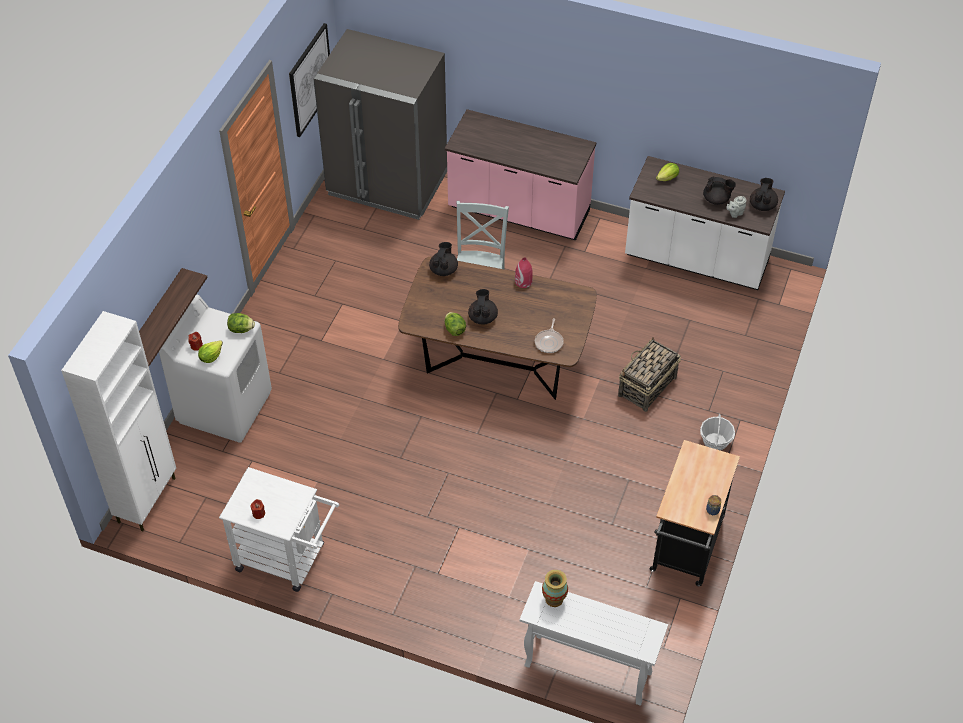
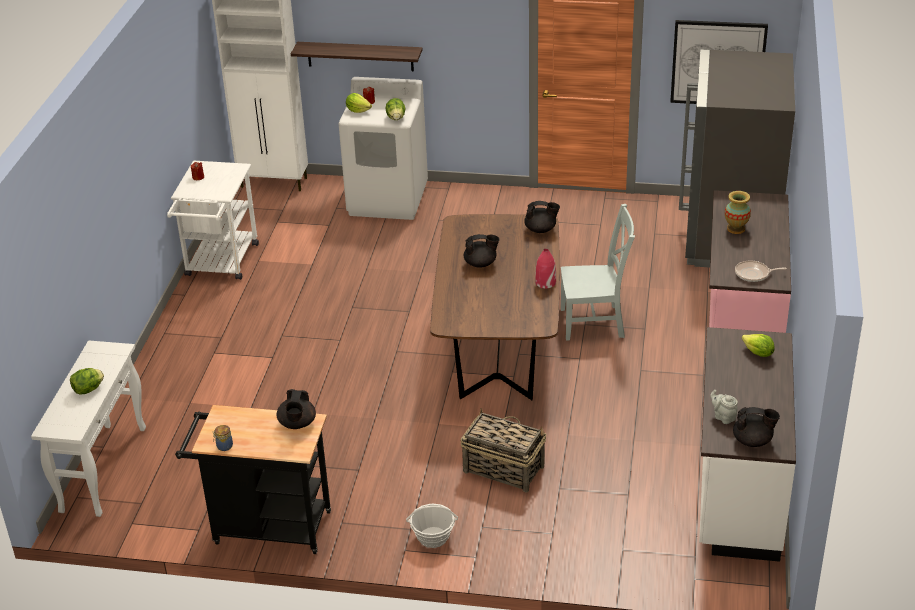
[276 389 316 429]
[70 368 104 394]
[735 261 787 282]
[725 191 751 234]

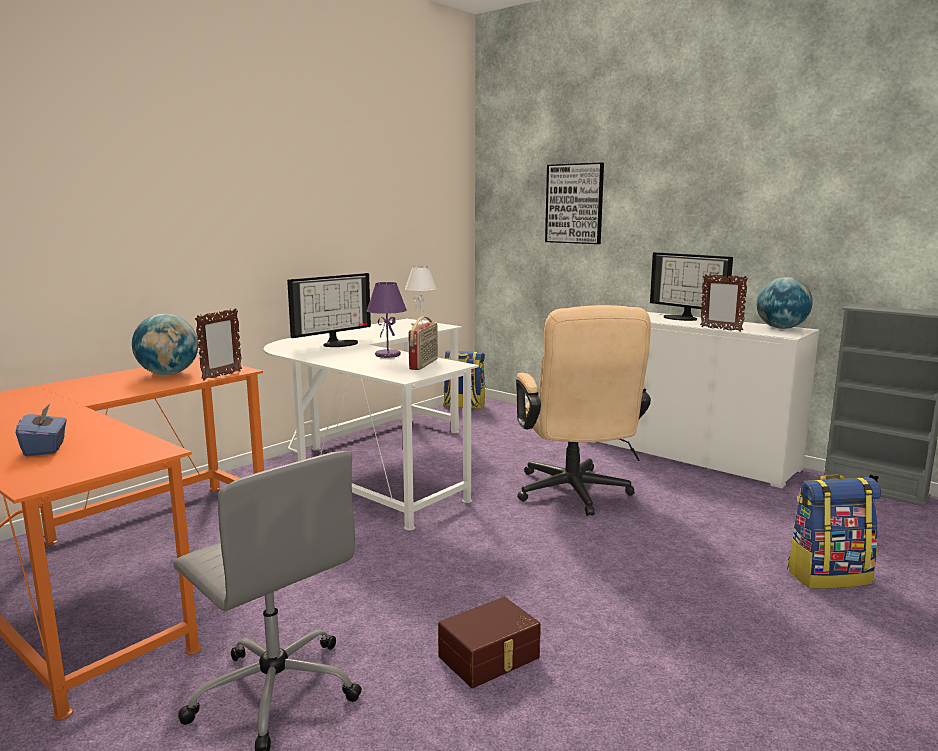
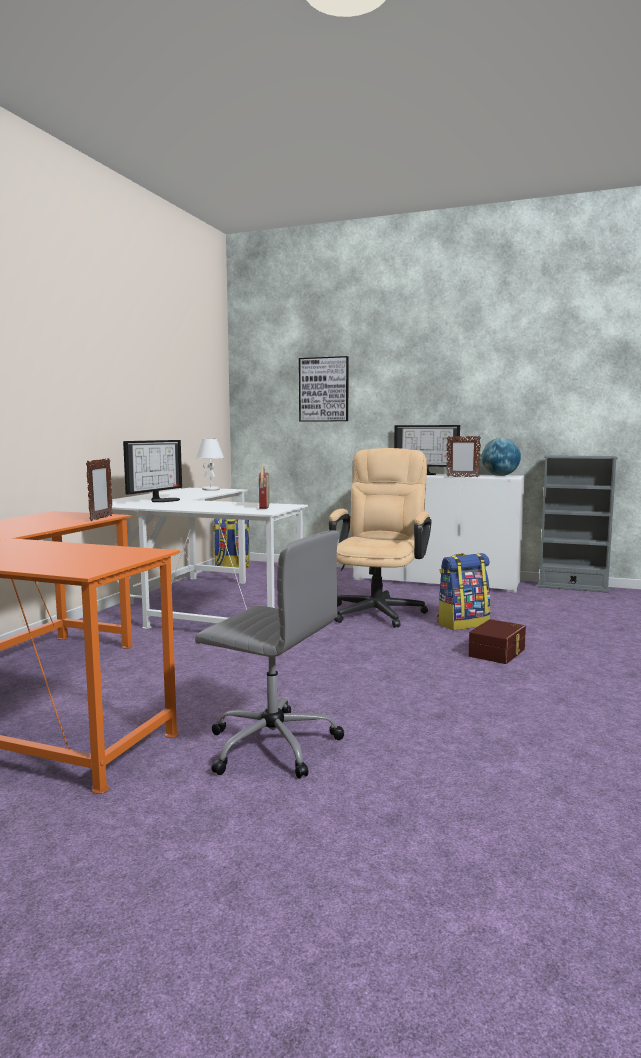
[366 282 407 358] (first image)
[329 448 431 628]
[132 314 198 375] (first image)
[16 404 67 456] (first image)
[437 553 491 630]
[468 619 526 664]

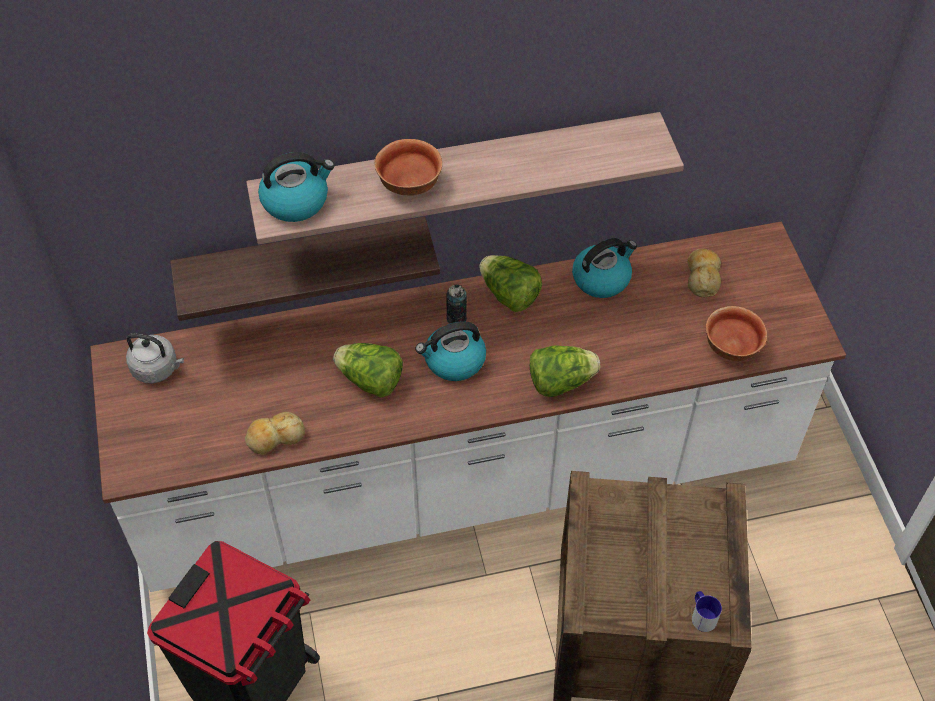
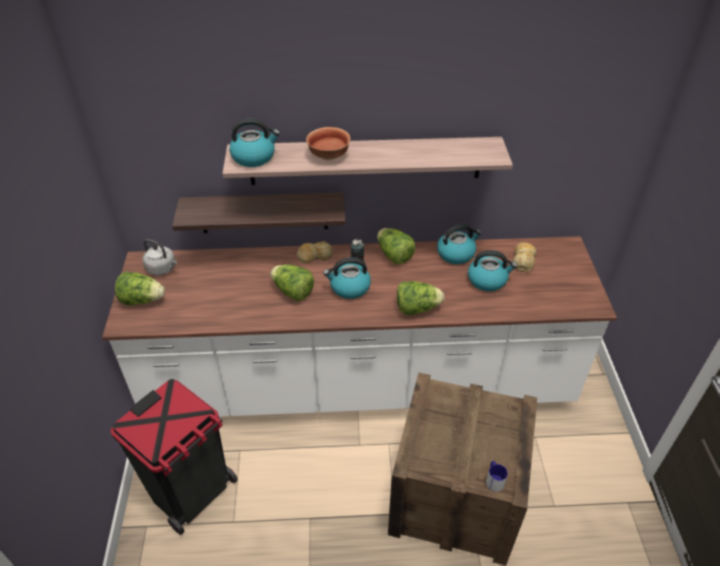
[706 306 767 361] (first image)
[297 241 333 263]
[468 250 517 291]
[115 272 165 305]

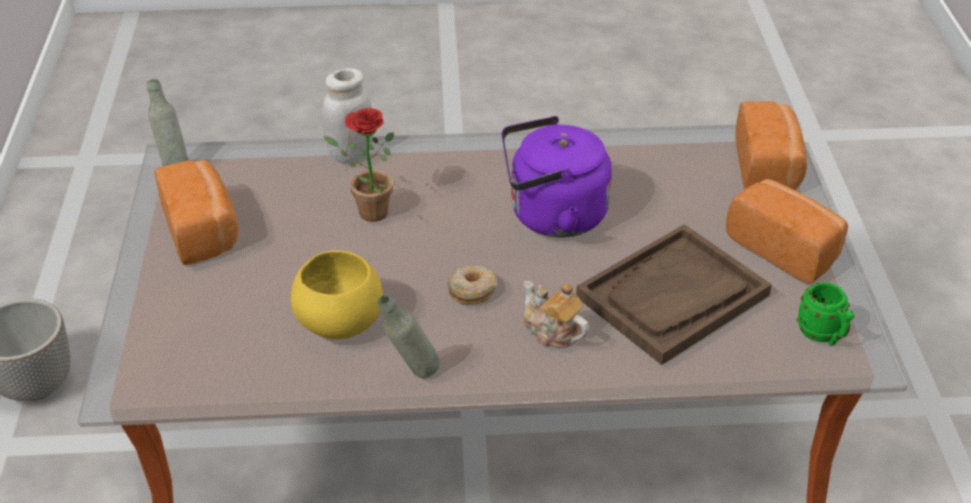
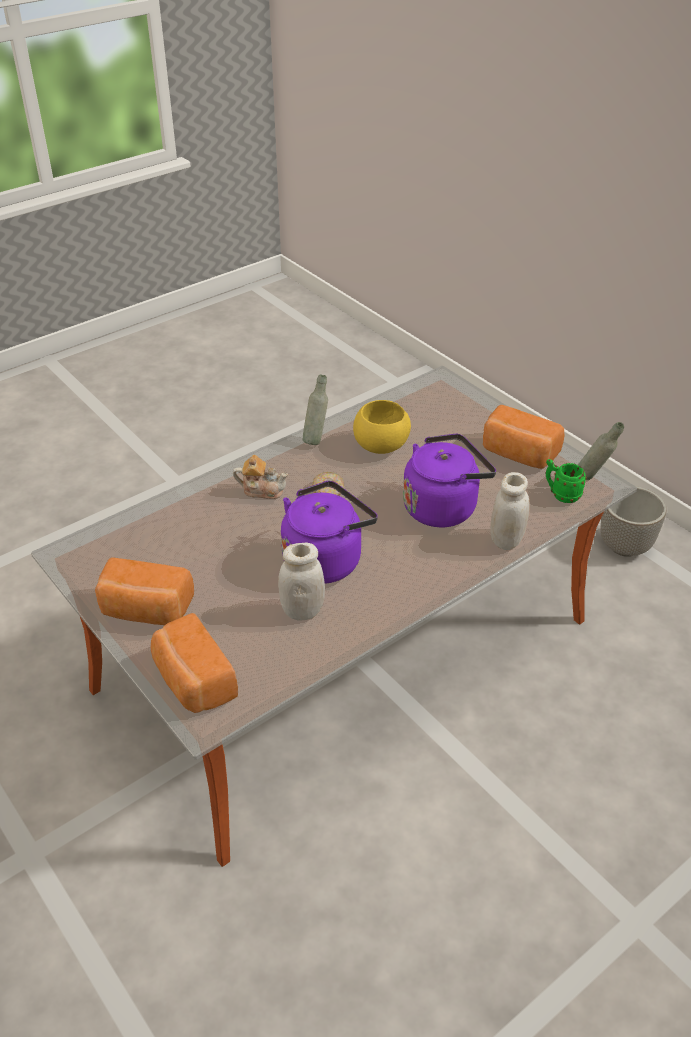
[403 434 496 527]
[576 224 772 365] (first image)
[546 459 587 503]
[278 543 325 621]

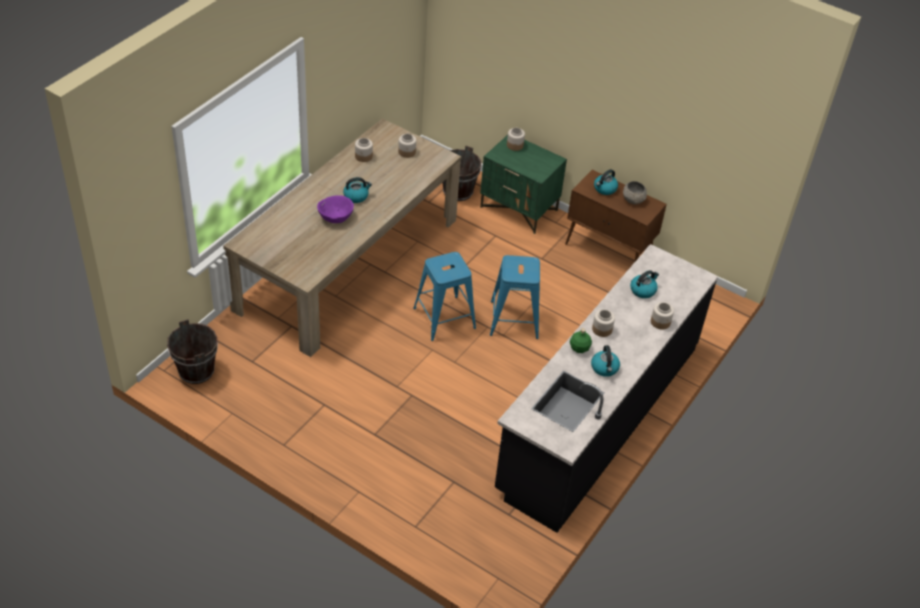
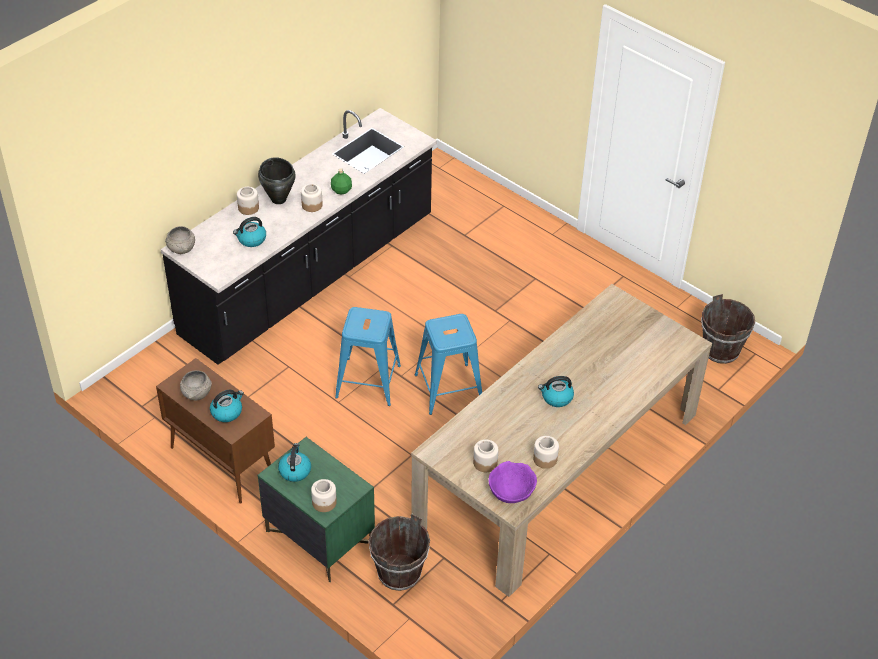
[489 461 537 503]
[278 443 311 482]
[258 157 296 204]
[165 226 195 254]

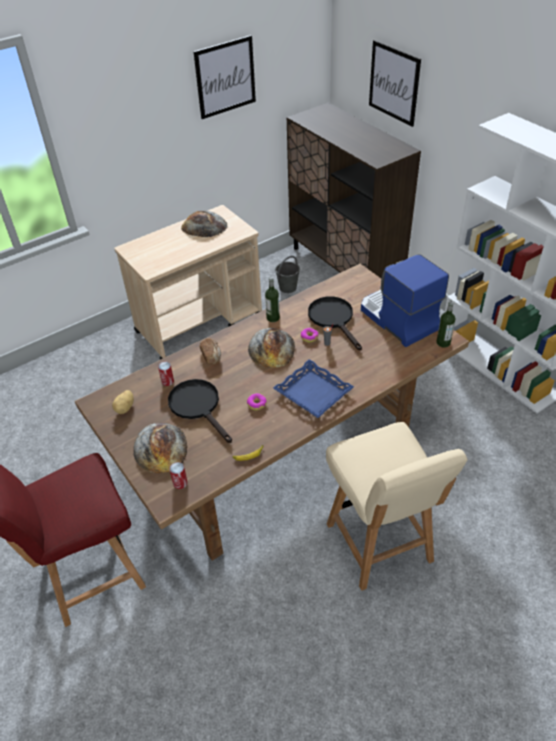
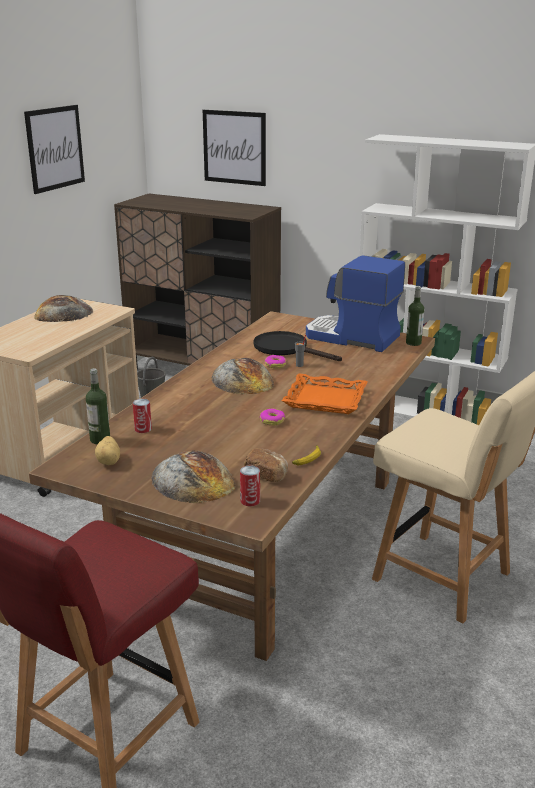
[86 368 110 444]
[244 448 288 482]
[282 373 368 414]
[168 379 232 443] (first image)

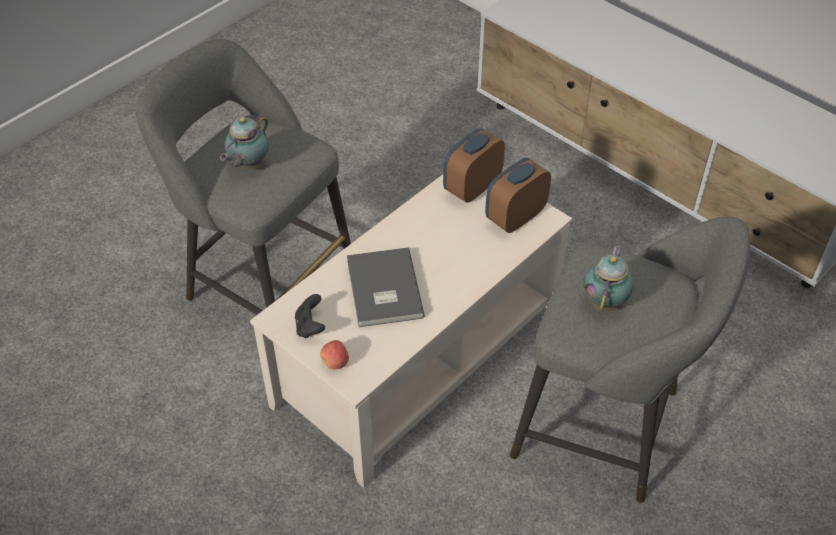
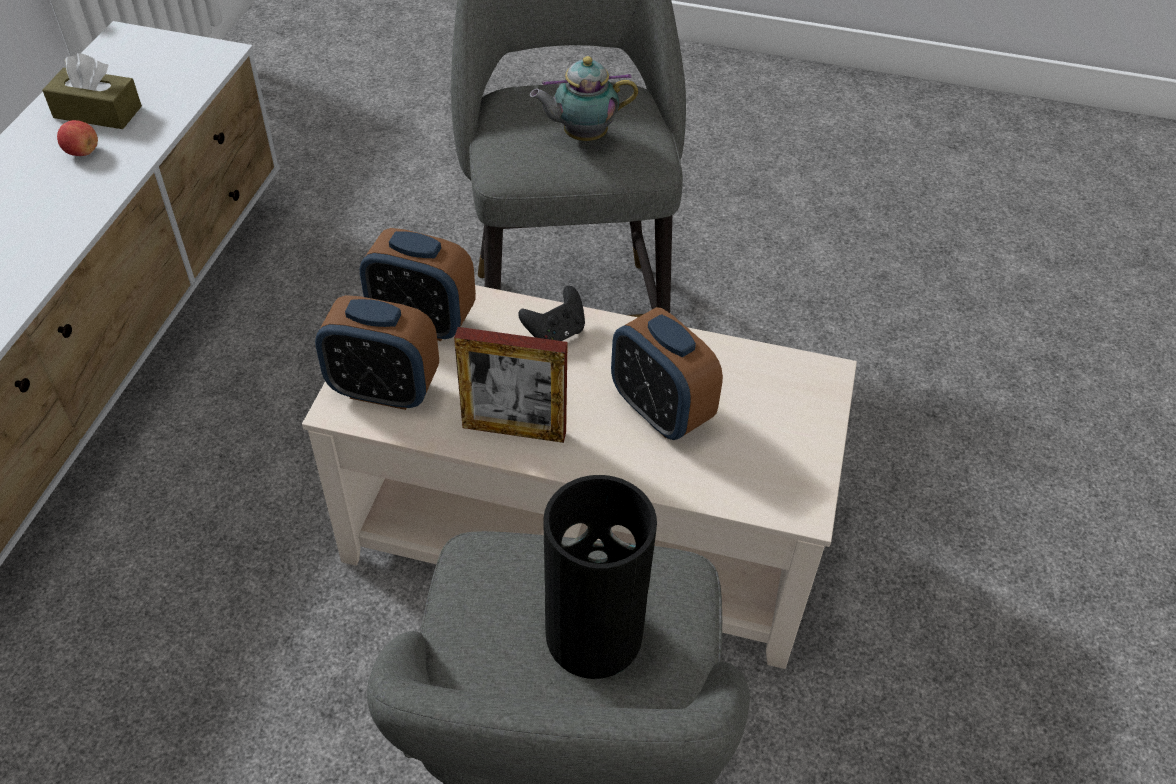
[543 475 657 679]
[611 307 723 440]
[518 286 585 341]
[57 120 98 156]
[42 53 142 129]
[454 327 568 443]

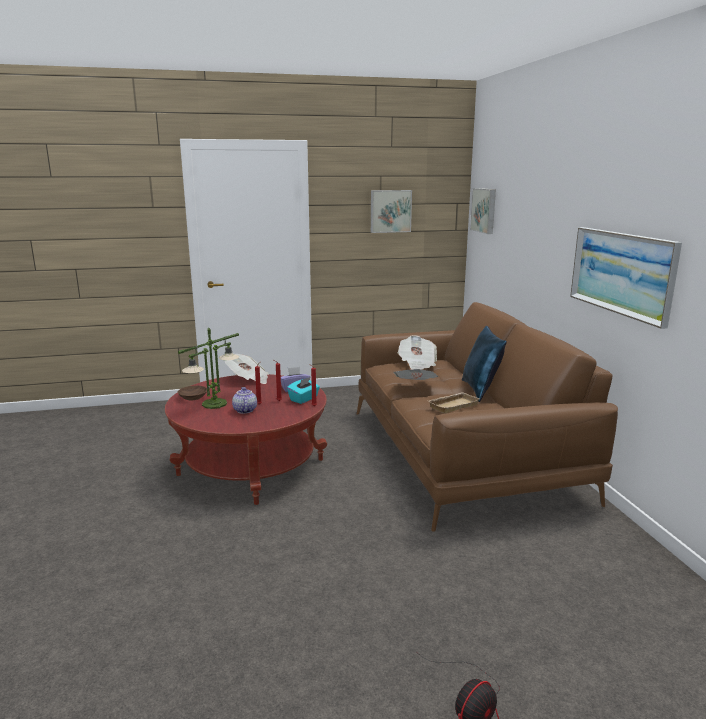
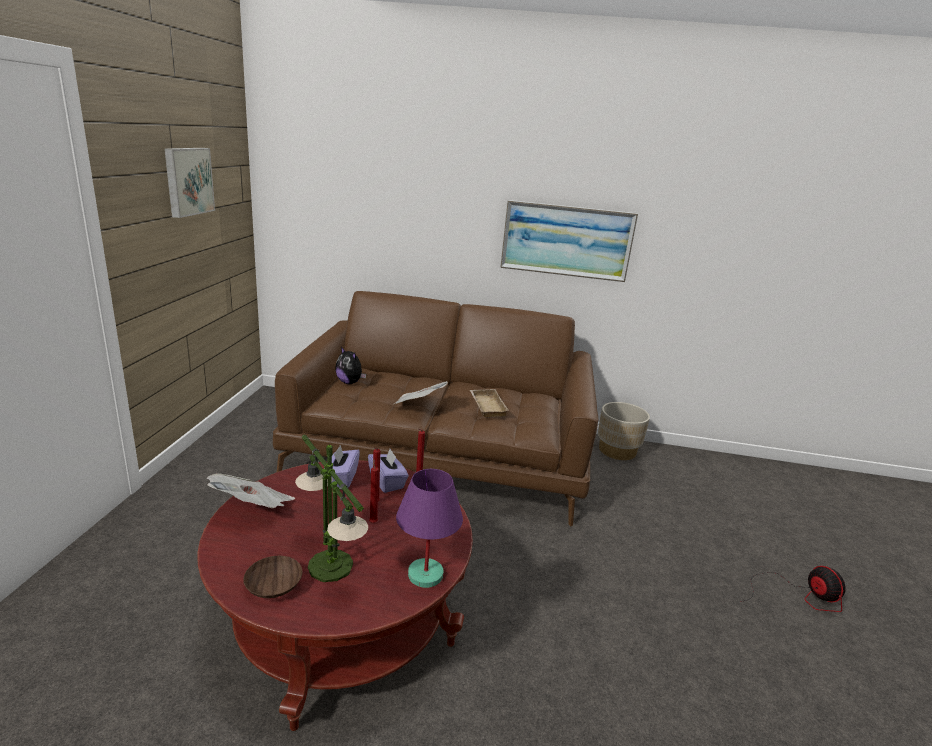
[470 188 496 234] (first image)
[462 325 507 402] (first image)
[335 347 366 384]
[368 449 409 493]
[232 387 257 414] (first image)
[598 402 650 460]
[396 469 463 588]

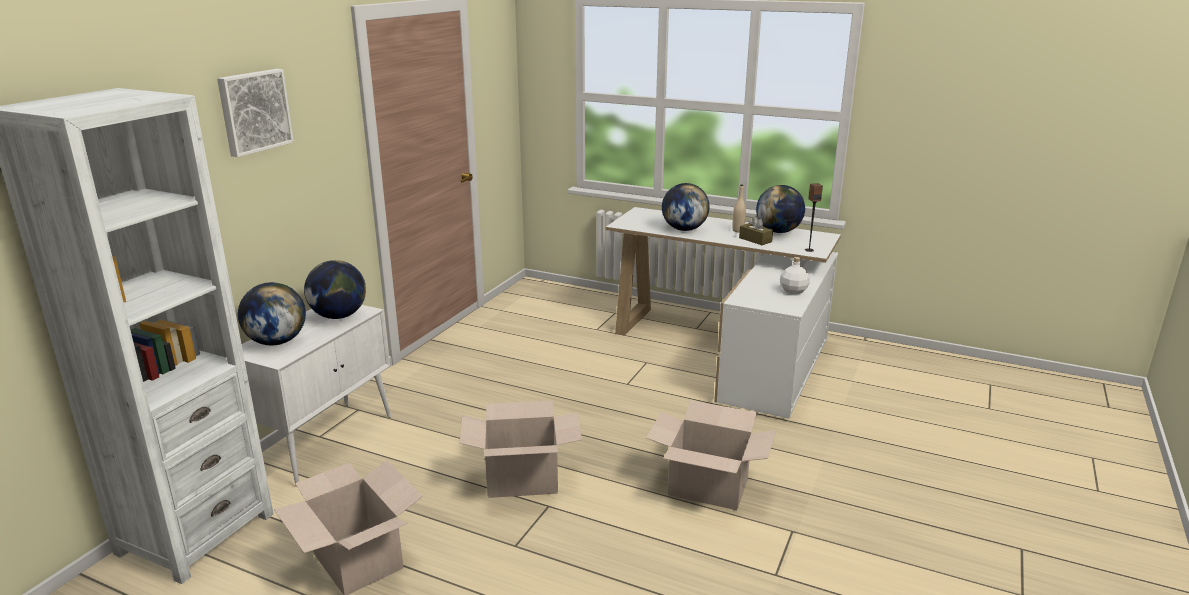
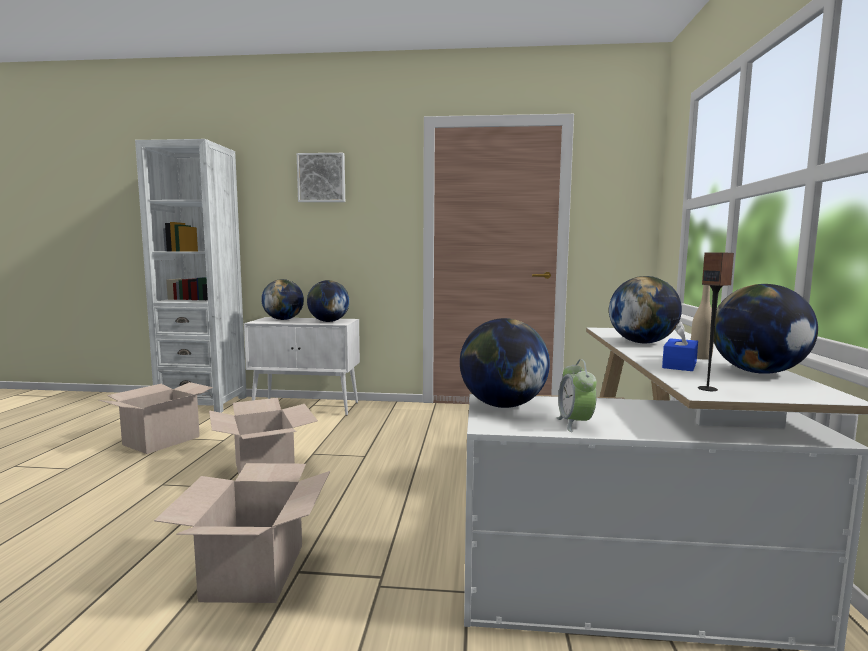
[662 322 698 371]
[556 359 597 432]
[460 318 550 408]

